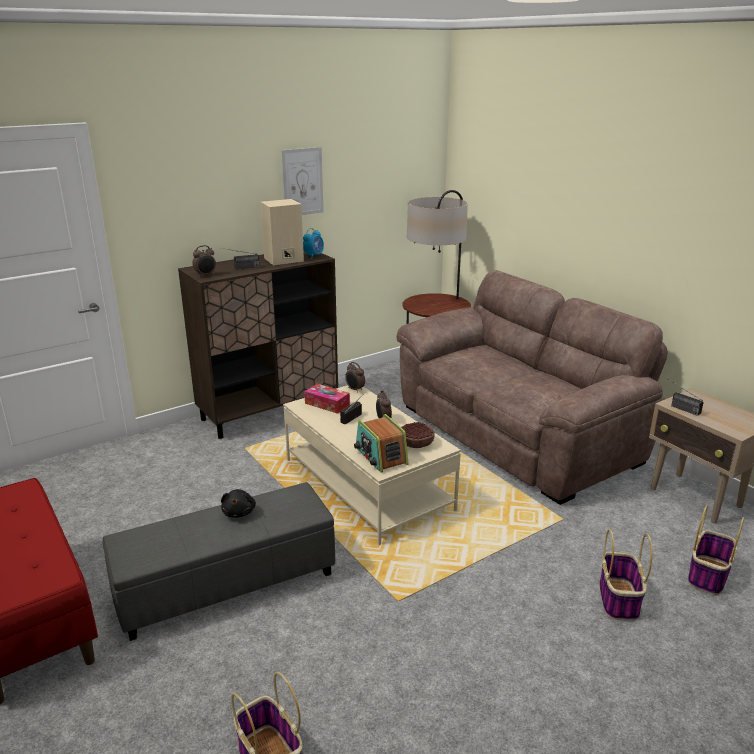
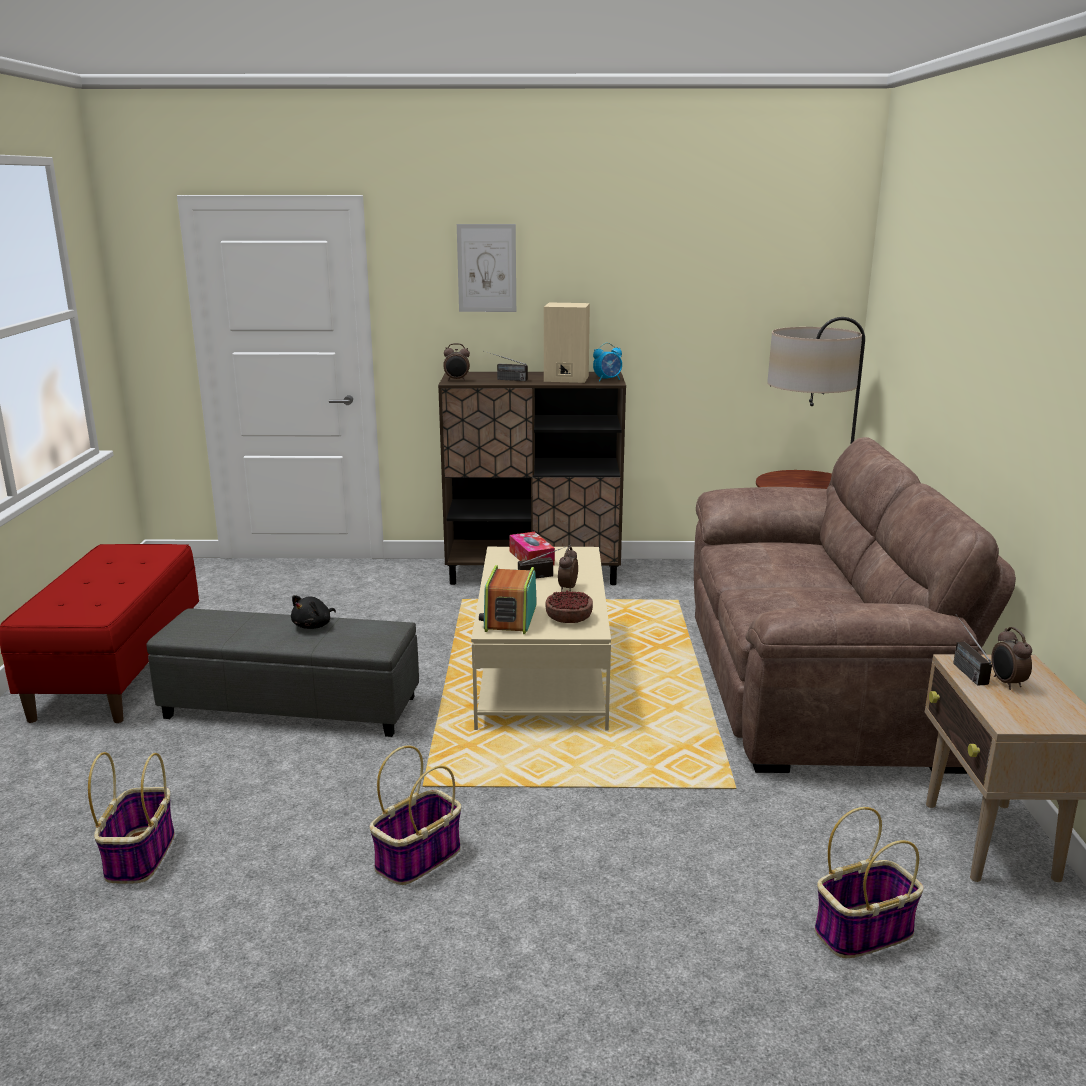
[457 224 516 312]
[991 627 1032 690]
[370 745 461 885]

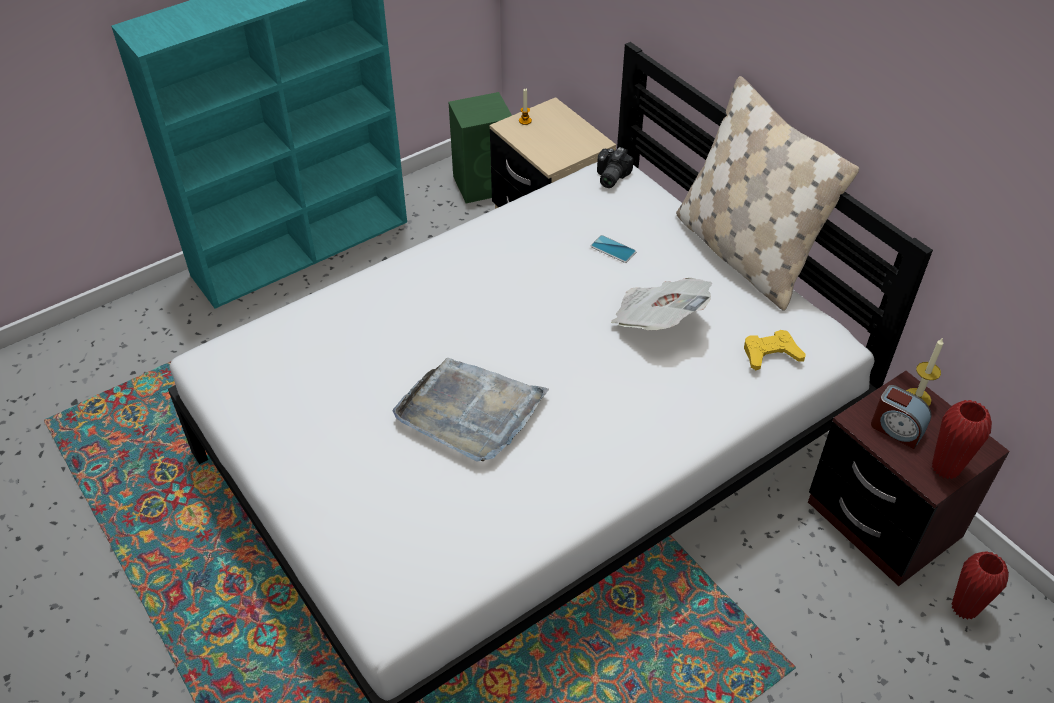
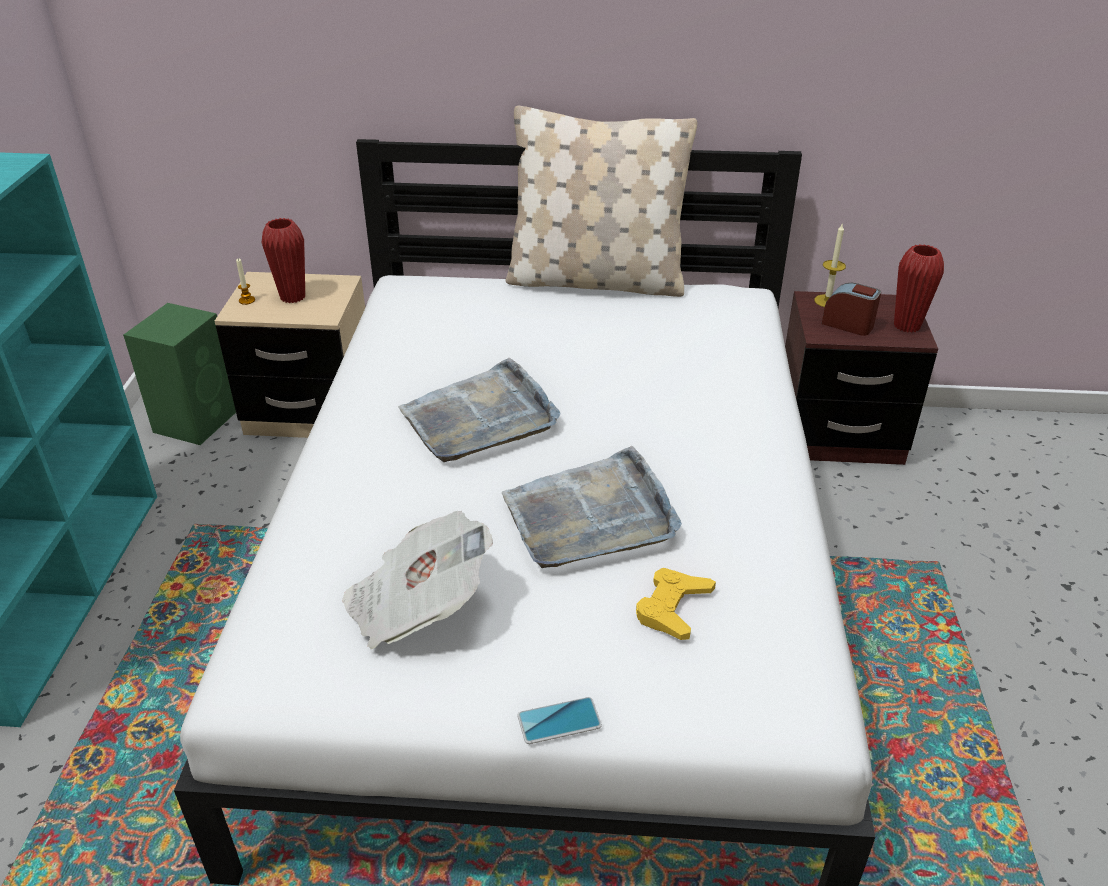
[597 147 634 188] (first image)
[517 697 602 744]
[342 511 493 649]
[636 568 716 640]
[822 283 881 336]
[262 218 305 303]
[398 358 561 462]

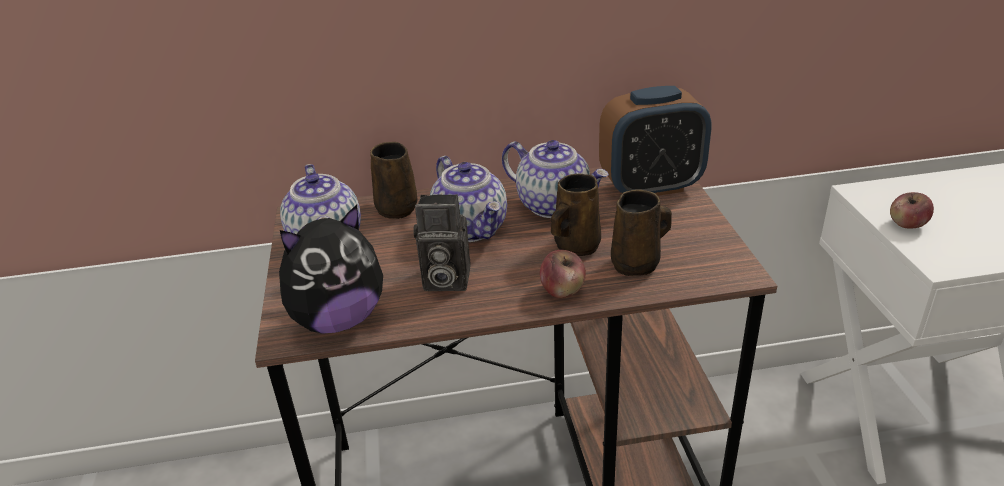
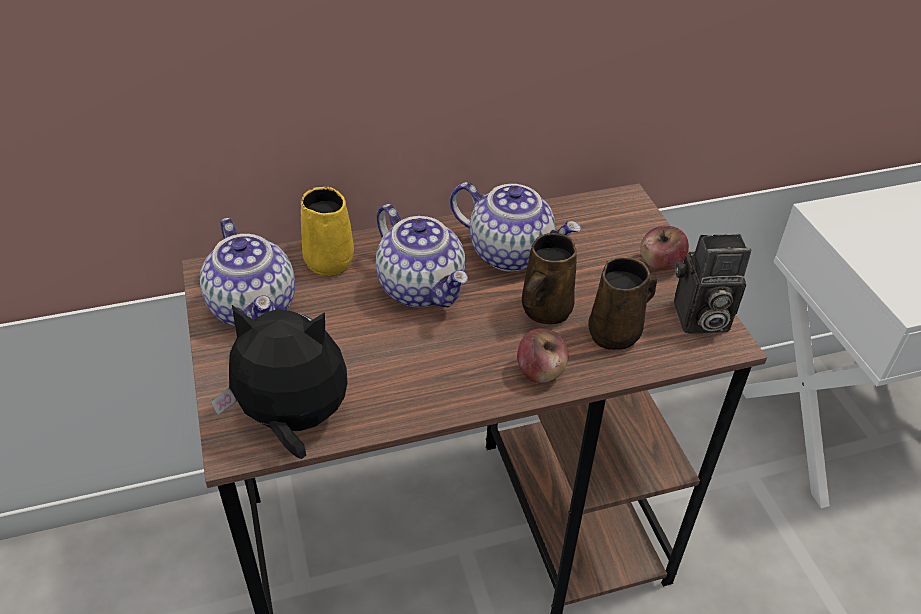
[599 86 711 196] (first image)
[301 187 354 276]
[640 226 689 270]
[674 234 751 334]
[211 305 347 459]

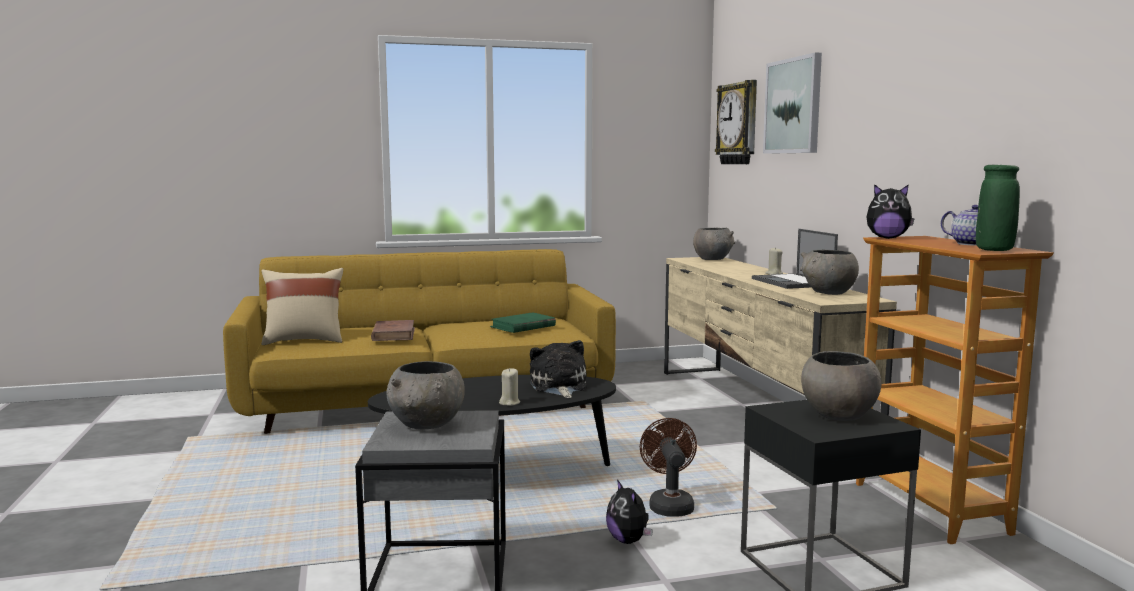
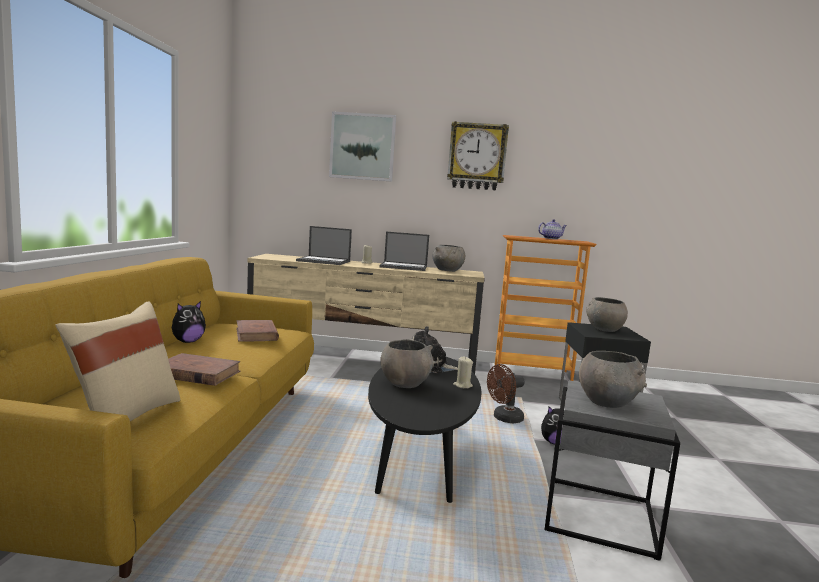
[447 121 509 190]
[976 165 1020 251] (first image)
[172 301 206 343]
[380 339 433 388]
[236 320 279 342]
[487 364 525 423]
[296 226 352 265]

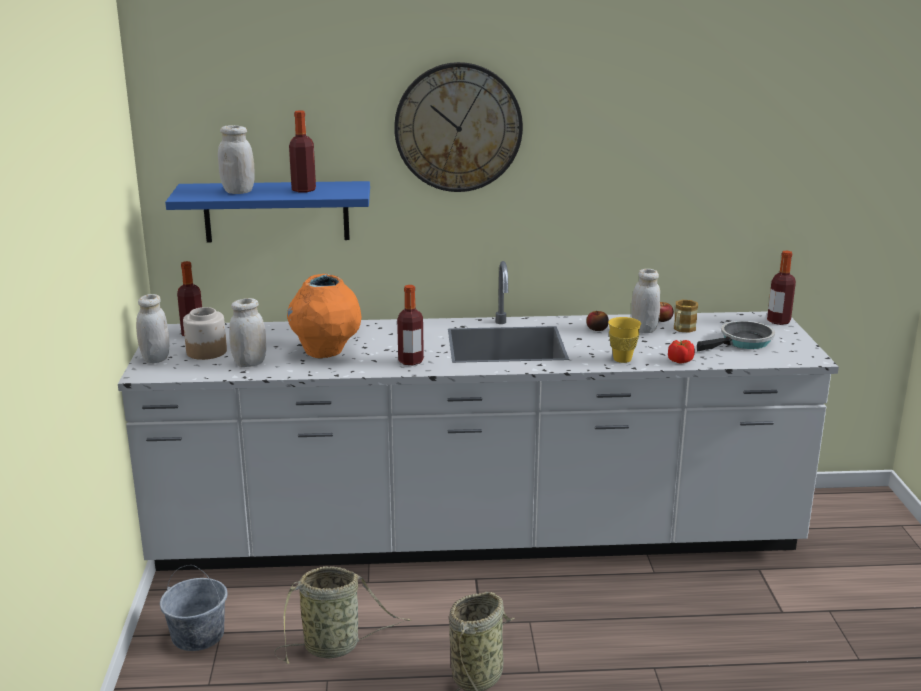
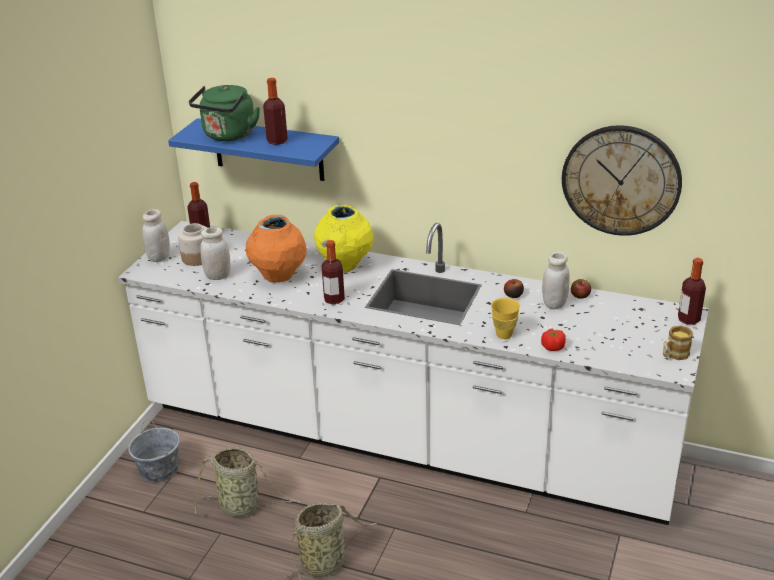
[562 125 682 236]
[189 85 260 141]
[663 325 693 360]
[697 321 775 351] (first image)
[314 205 374 273]

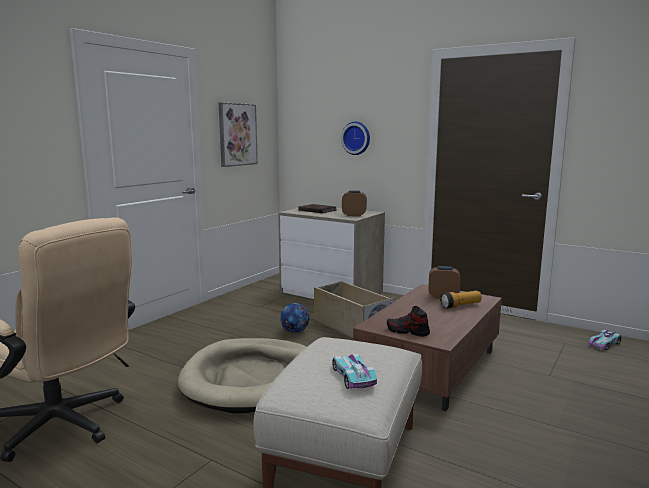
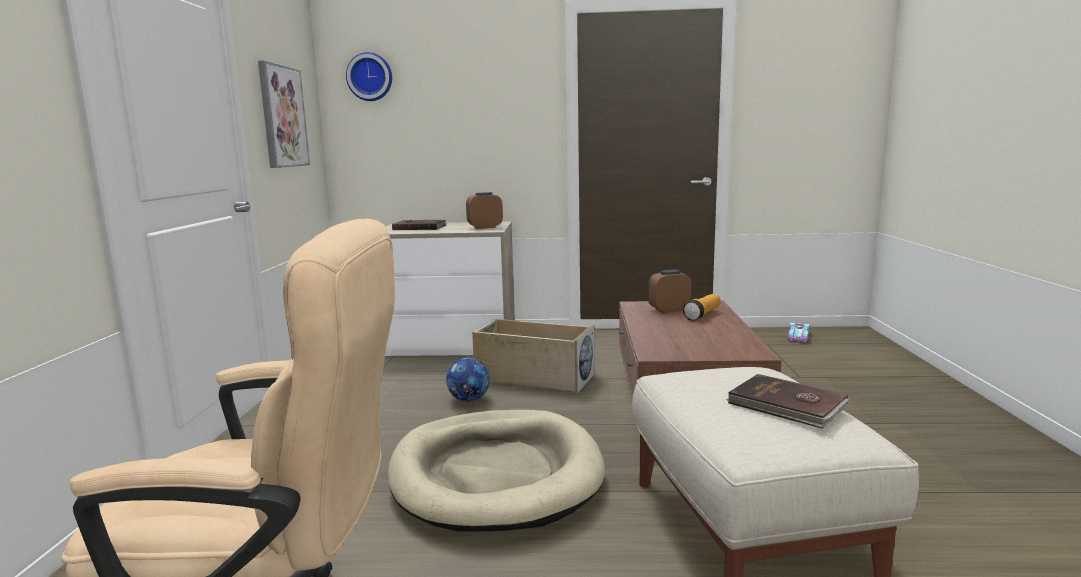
[346 52 392 101]
[387 306 430 337] (first image)
[726 374 849 429]

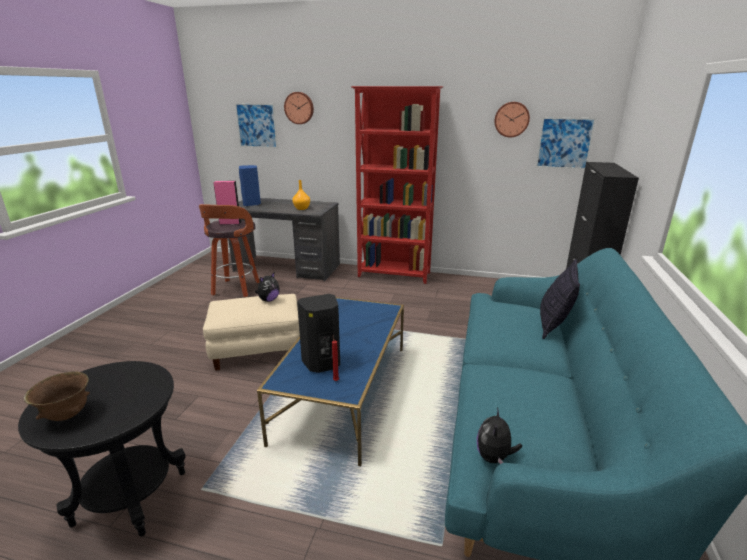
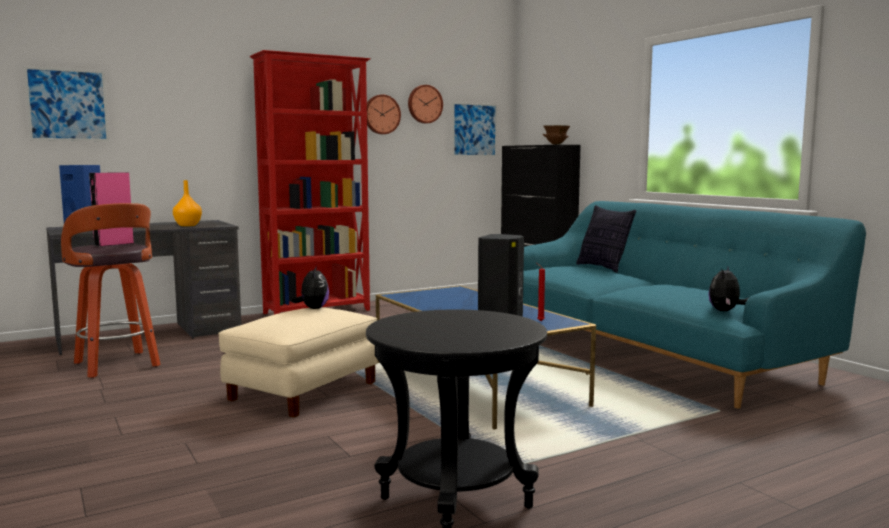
[367 94 401 134]
[543 125 570 145]
[708 267 749 311]

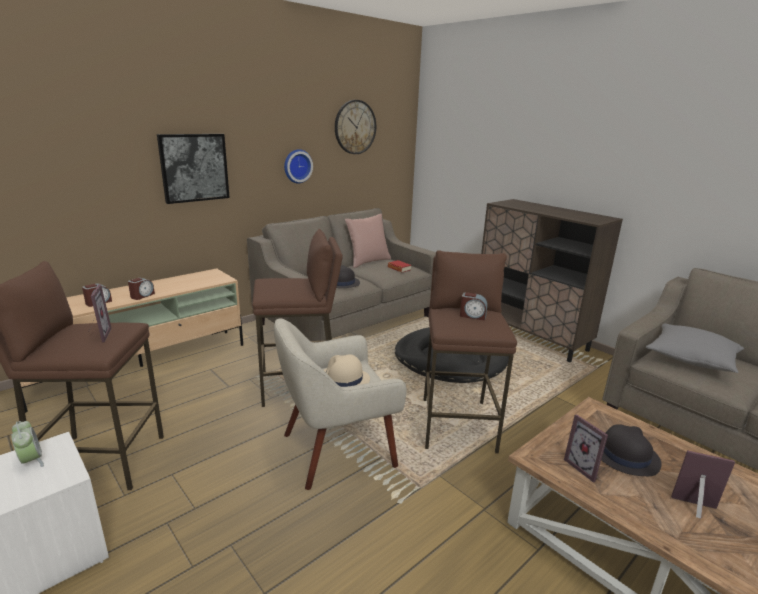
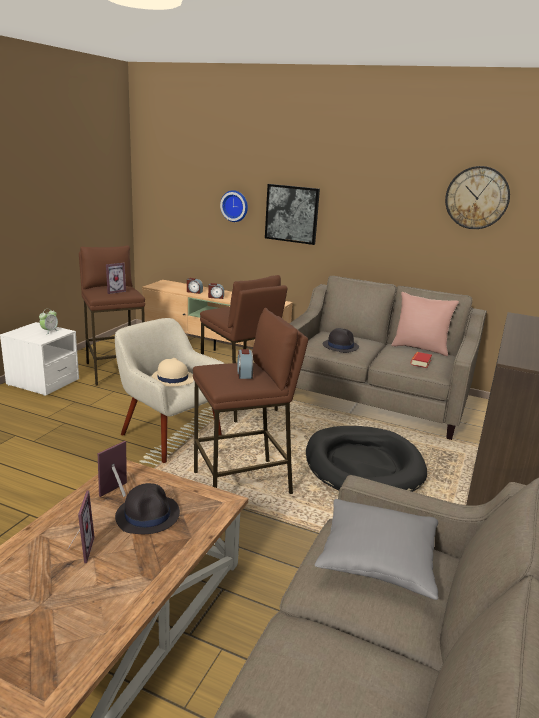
[220 190 248 222]

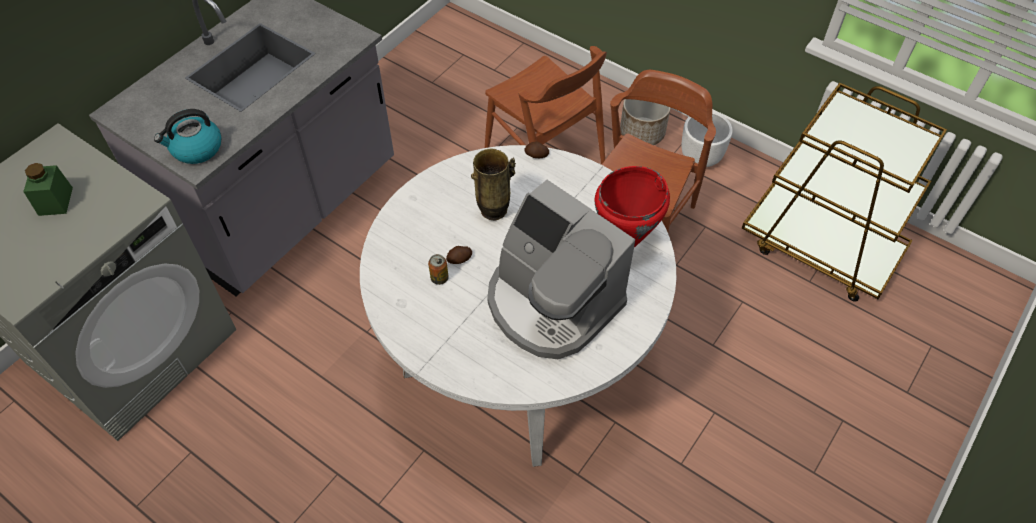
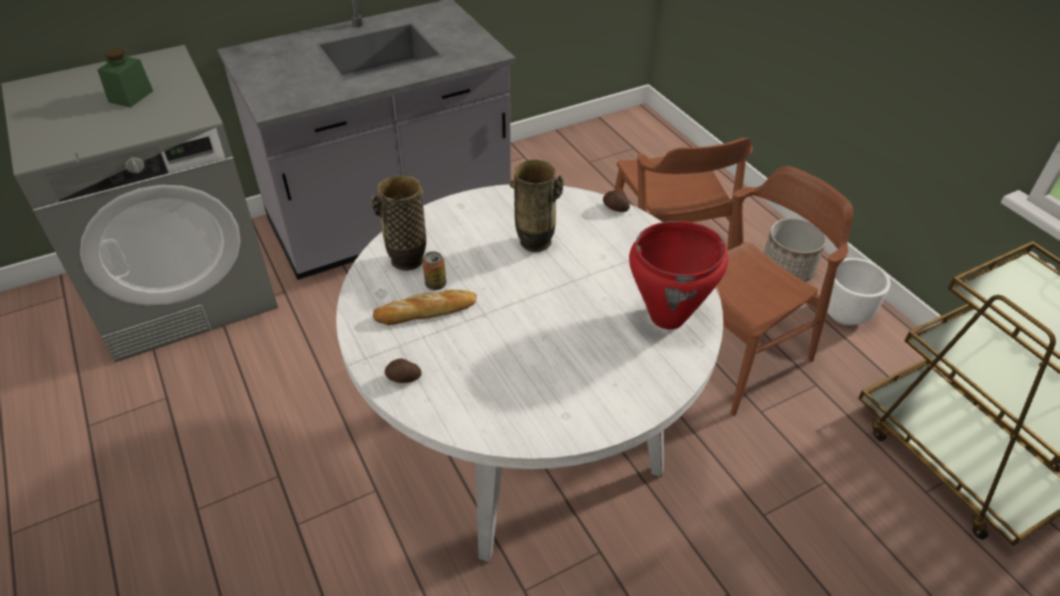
[154 109 221 164] (first image)
[487 180 635 359] (first image)
[385 358 421 383]
[371 175 426 271]
[373 289 477 325]

